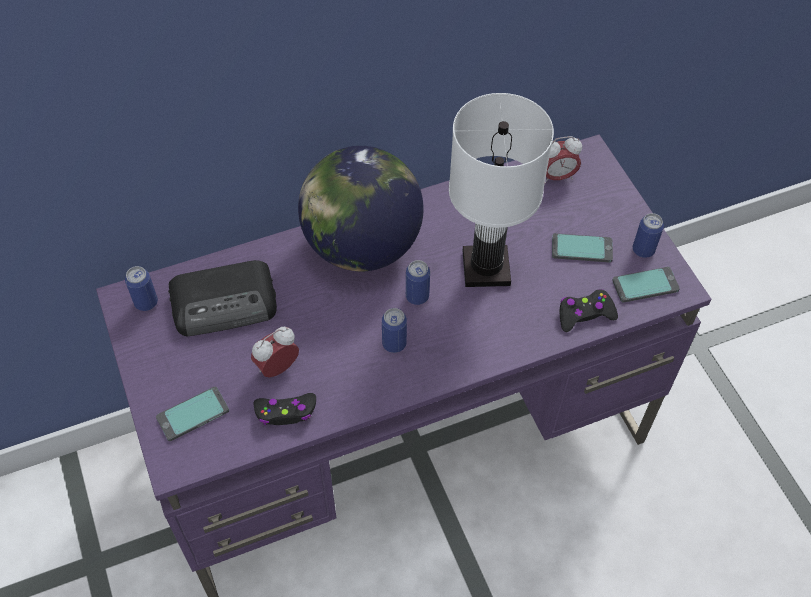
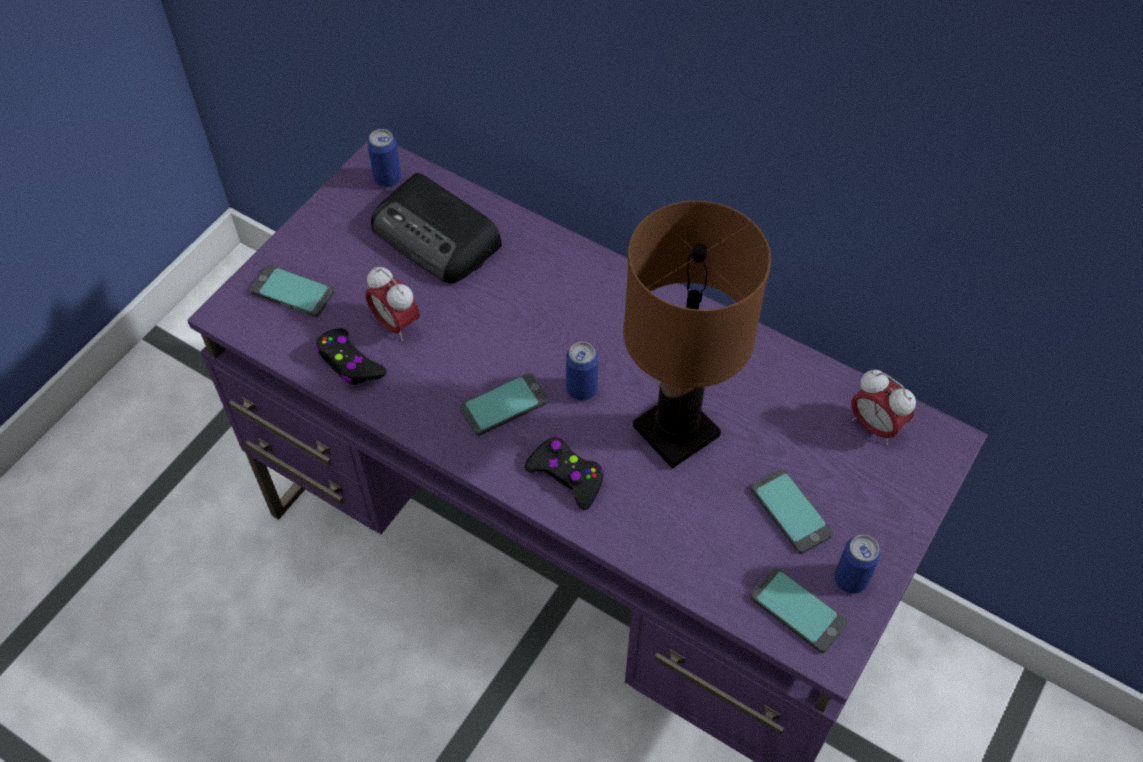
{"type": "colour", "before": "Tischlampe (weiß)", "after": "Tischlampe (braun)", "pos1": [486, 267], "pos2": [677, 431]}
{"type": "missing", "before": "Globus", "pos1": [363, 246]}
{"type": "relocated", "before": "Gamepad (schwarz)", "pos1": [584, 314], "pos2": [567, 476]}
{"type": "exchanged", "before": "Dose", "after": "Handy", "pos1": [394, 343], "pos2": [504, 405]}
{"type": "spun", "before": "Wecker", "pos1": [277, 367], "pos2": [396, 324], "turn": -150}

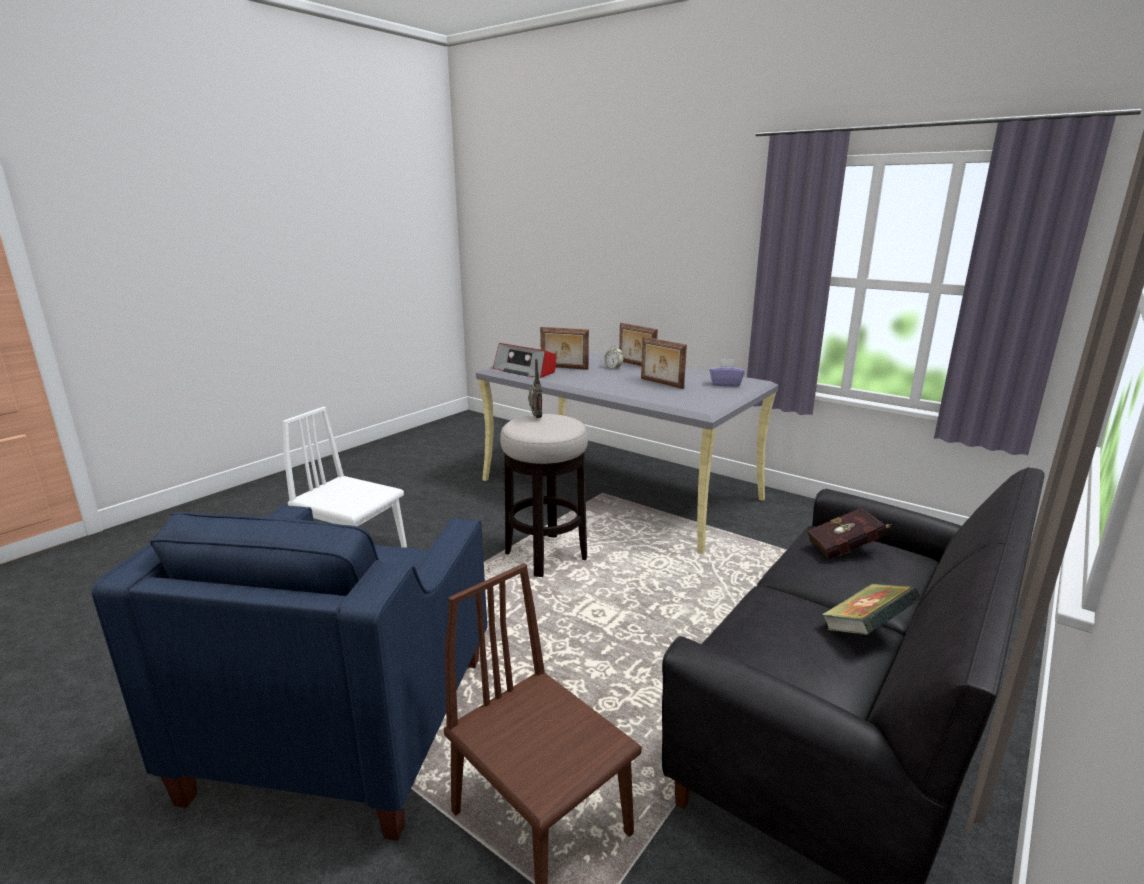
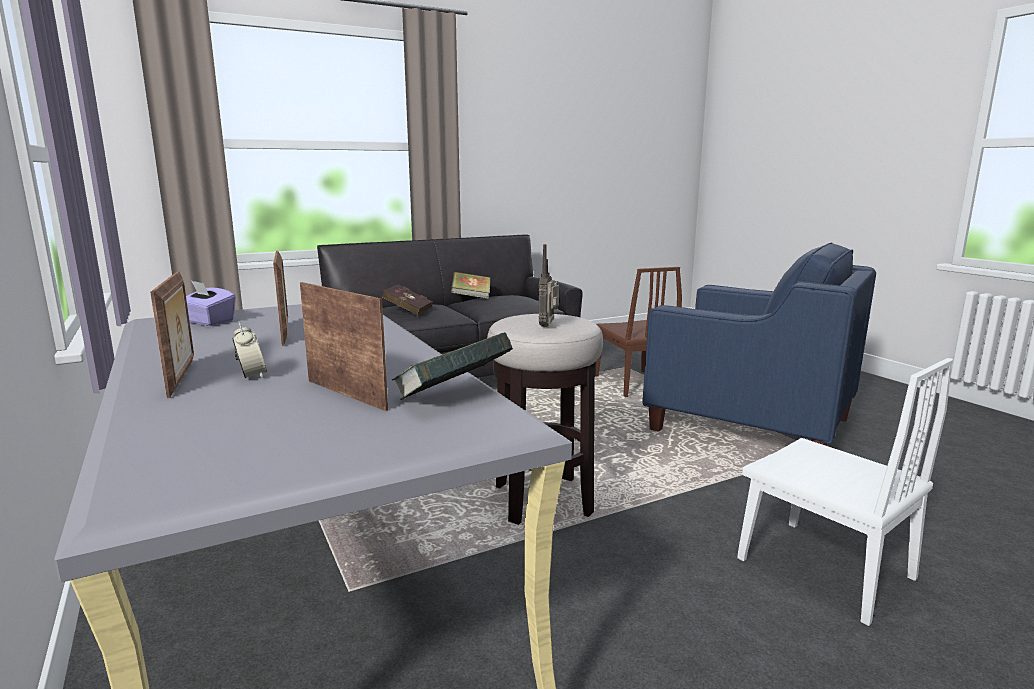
{"type": "exchanged", "before": "Radio", "after": "Buch", "pos1": [525, 371], "pos2": [452, 398]}
{"type": "spun", "before": "Sessel (blau)", "pos1": [346, 723], "pos2": [750, 425], "turn": 90}

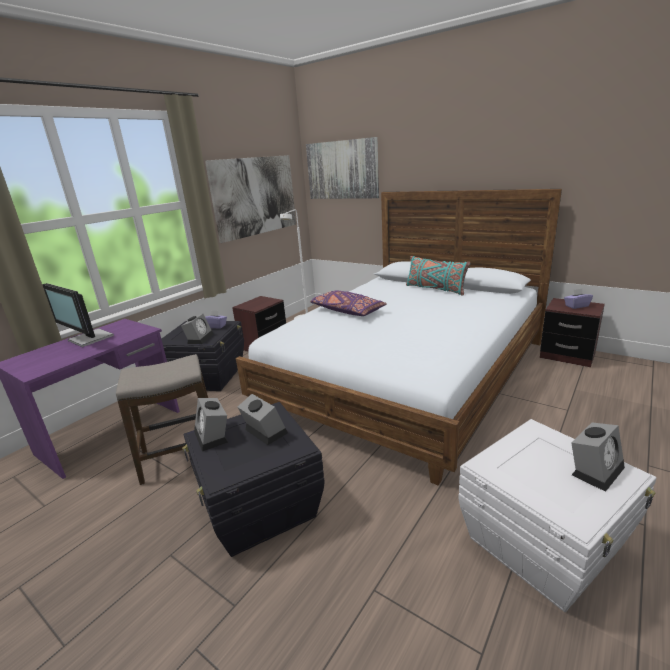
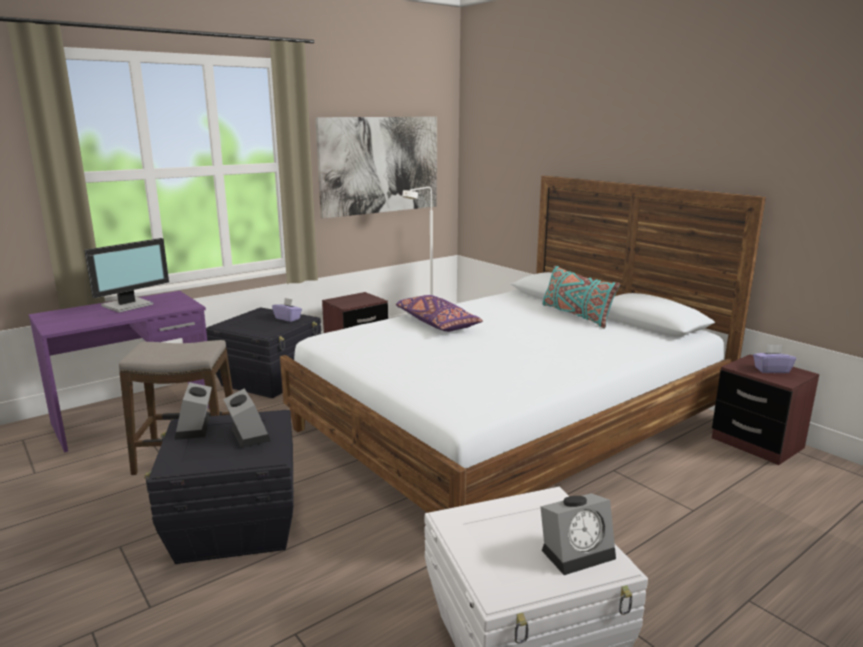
{"type": "missing", "before": "Bild", "pos1": [342, 170]}
{"type": "spun", "before": "Monitor", "pos1": [89, 339], "pos2": [129, 305], "turn": -105}
{"type": "missing", "before": "Wecker", "pos1": [199, 338]}

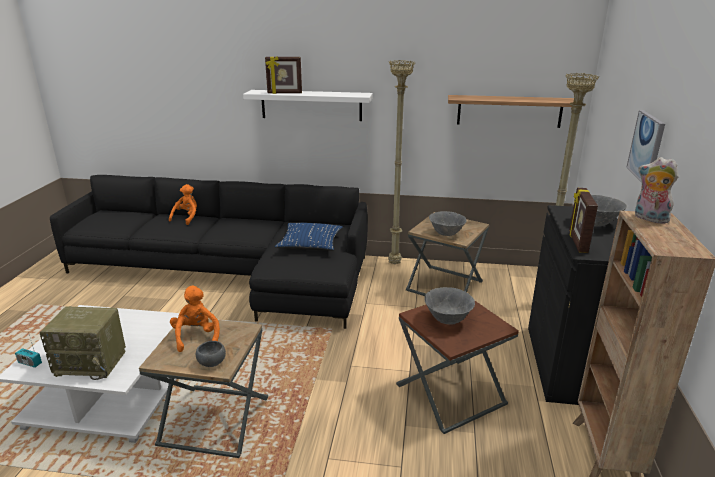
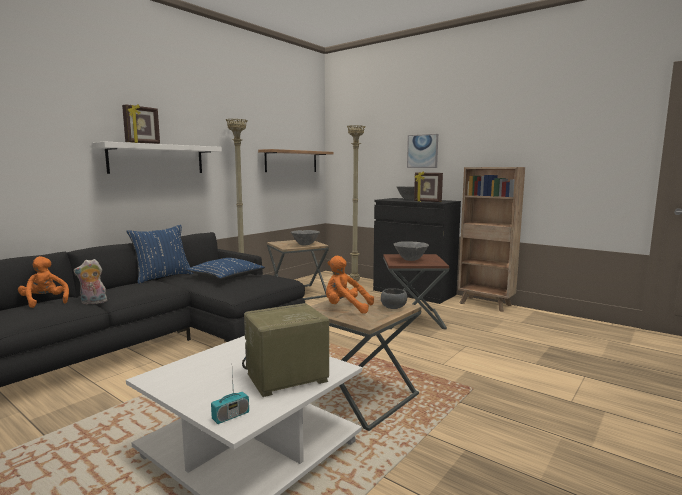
{"type": "relocated", "before": "Plüschtier", "pos1": [649, 219], "pos2": [93, 302]}
{"type": "spun", "before": "Radio", "pos1": [92, 362], "pos2": [285, 378], "turn": -150}
{"type": "appeared", "after": "Kissen (blau)", "pos2": [162, 277]}

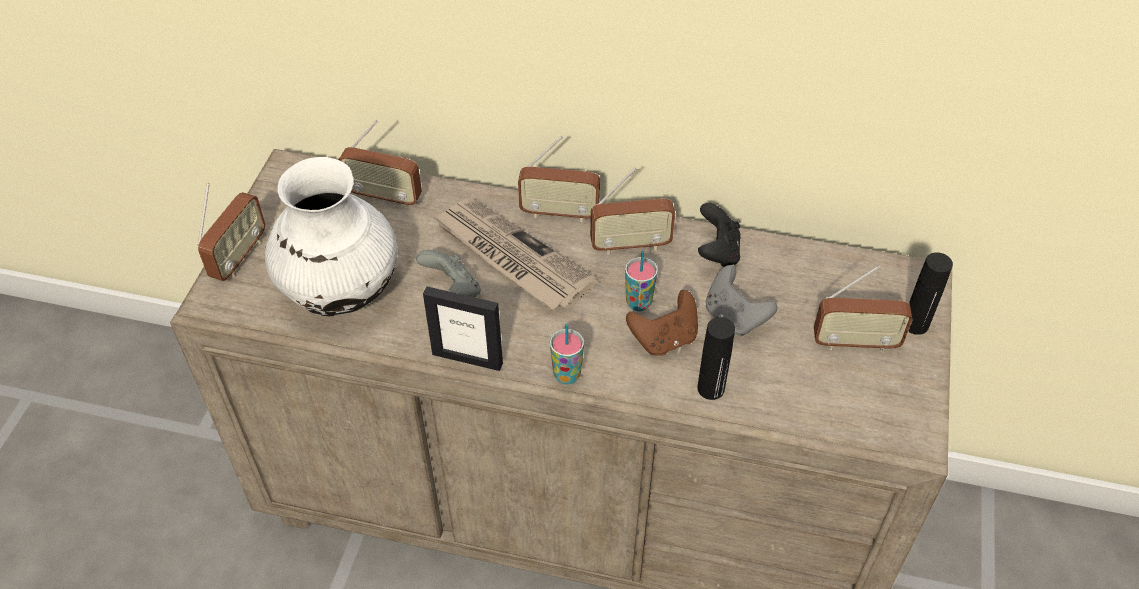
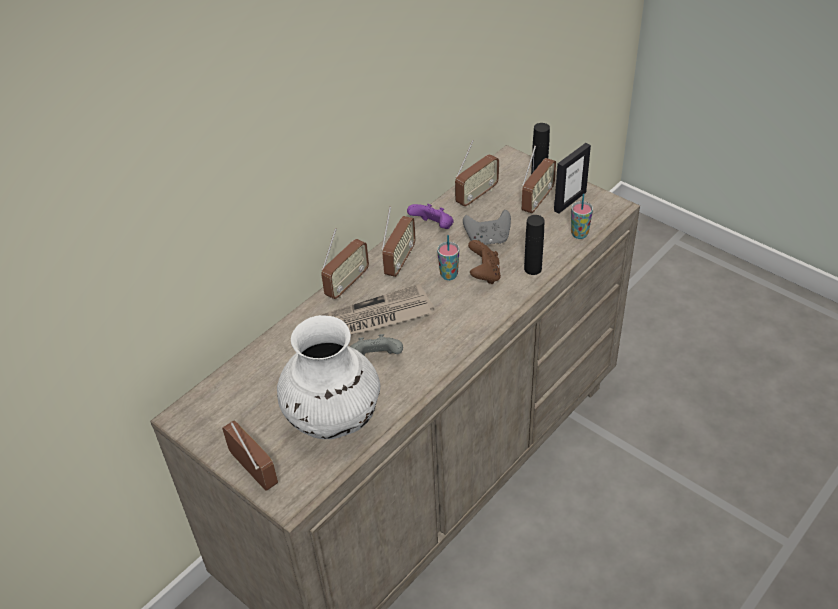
{"type": "relocated", "before": "Radio", "pos1": [384, 197], "pos2": [476, 196]}
{"type": "colour", "before": "Gamepad (schwarz)", "after": "Gamepad (lila)", "pos1": [717, 252], "pos2": [433, 227]}
{"type": "relocated", "before": "Bilderrahmen", "pos1": [467, 358], "pos2": [569, 201]}
{"type": "relocated", "before": "Tasse", "pos1": [567, 375], "pos2": [579, 234]}

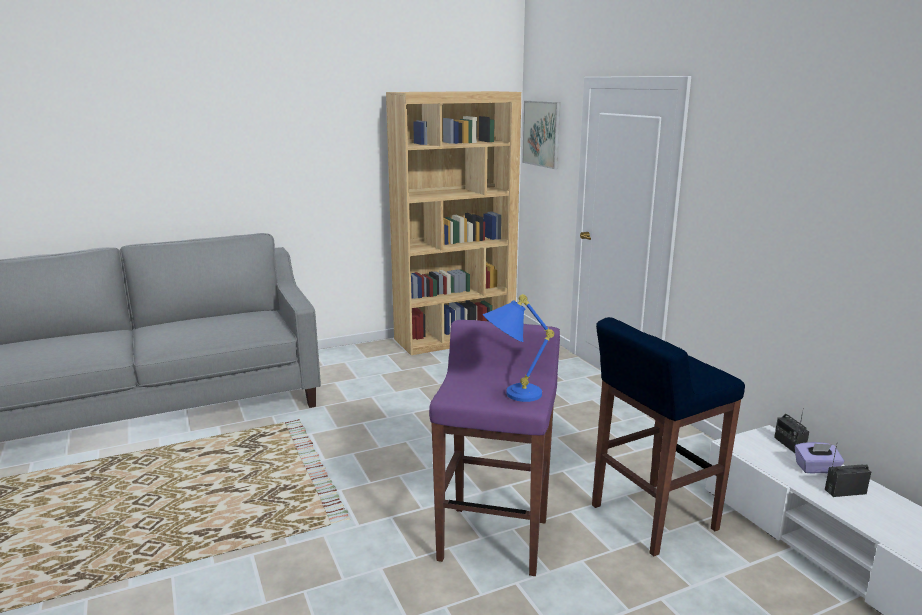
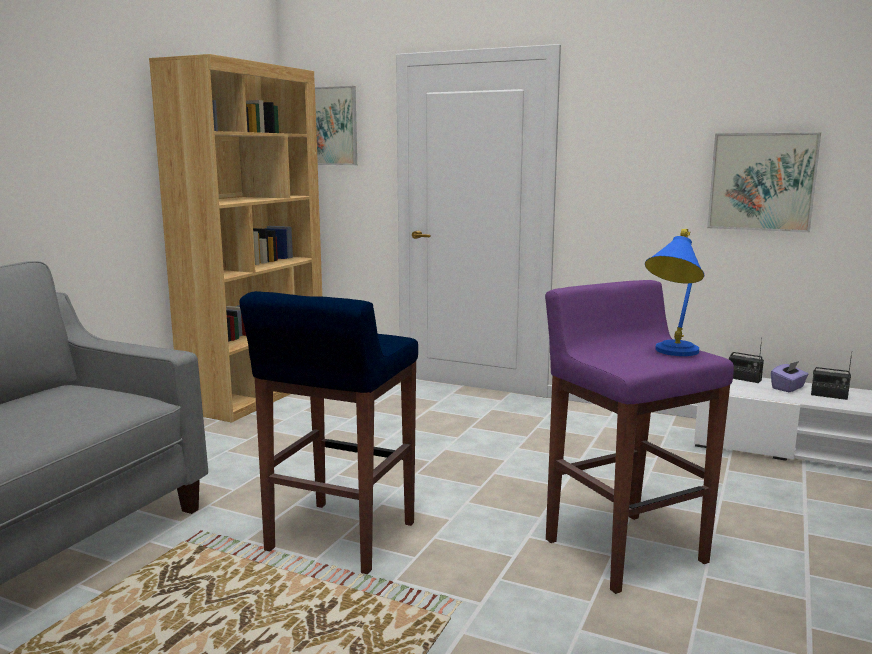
{"type": "relocated", "before": "Hocker (blau)", "pos1": [651, 518], "pos2": [340, 538]}
{"type": "spun", "before": "Radio", "pos1": [845, 491], "pos2": [829, 395], "turn": -105}
{"type": "appeared", "after": "Bild", "pos2": [762, 182]}

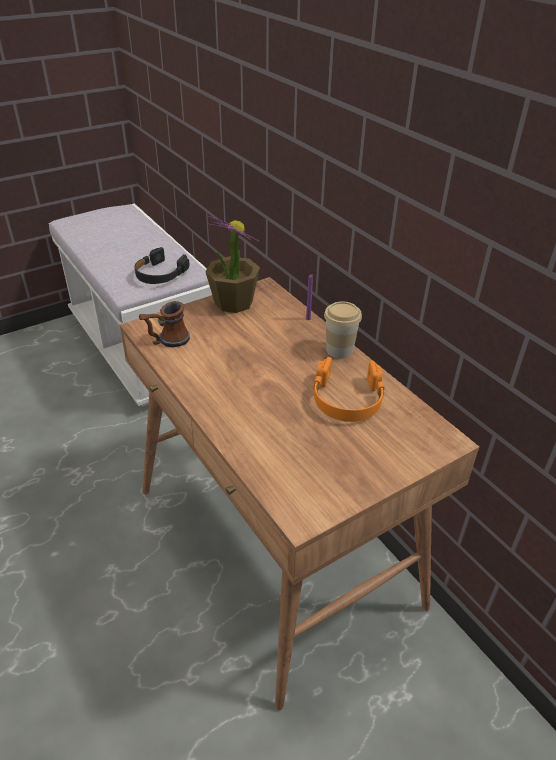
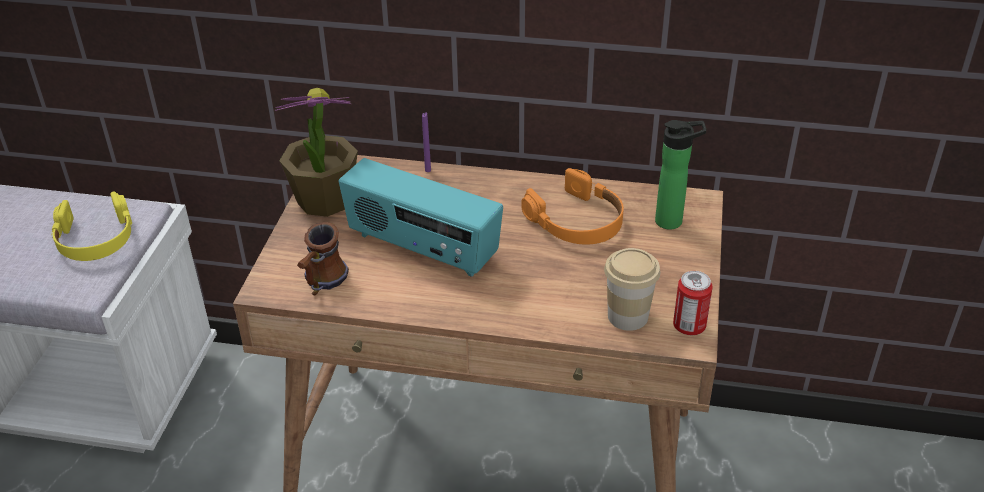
{"type": "colour", "before": "Kopfhörer (schwarz)", "after": "Kopfhörer (gelb)", "pos1": [160, 274], "pos2": [95, 238]}
{"type": "relocated", "before": "Tasse", "pos1": [339, 350], "pos2": [627, 316]}
{"type": "appeared", "after": "Flasche", "pos2": [673, 221]}
{"type": "appeared", "after": "Radio", "pos2": [422, 249]}
{"type": "appeared", "after": "Dose", "pos2": [689, 326]}

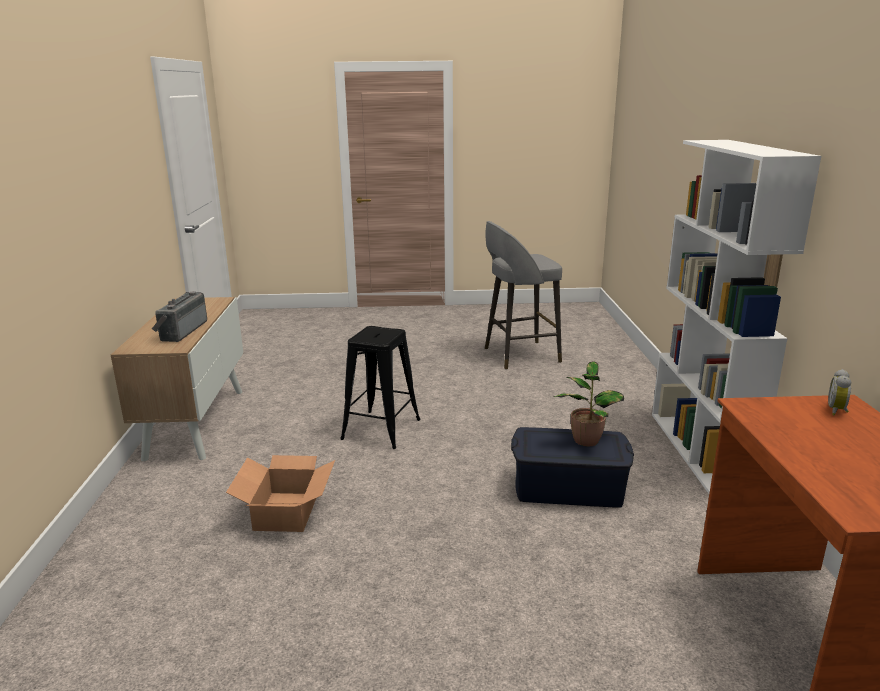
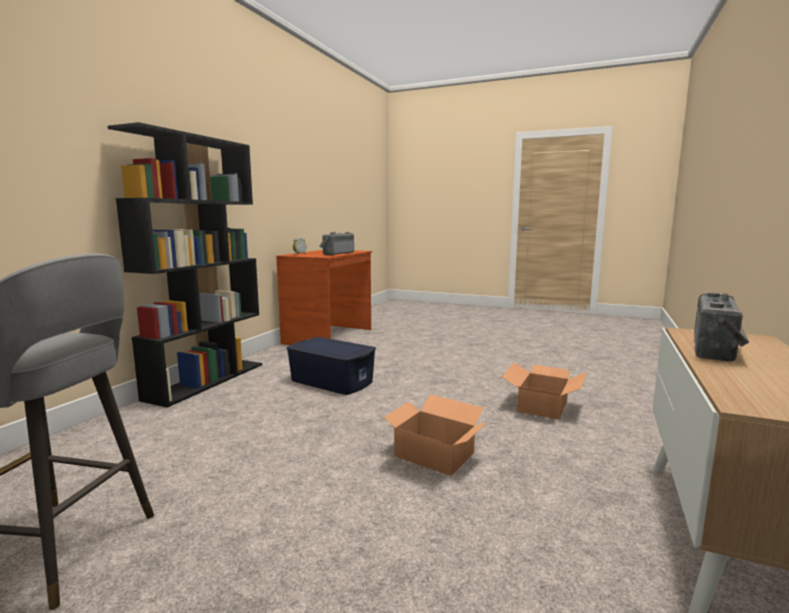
{"type": "colour", "before": "Bücherregal (weiß)", "after": "Bücherregal (schwarz)", "pos1": [700, 450], "pos2": [207, 380]}
{"type": "exchanged", "before": "Hocker (schwarz)", "after": "Karton", "pos1": [381, 429], "pos2": [434, 455]}
{"type": "missing", "before": "Topfpflanze", "pos1": [586, 439]}
{"type": "appeared", "after": "Radio", "pos2": [337, 253]}

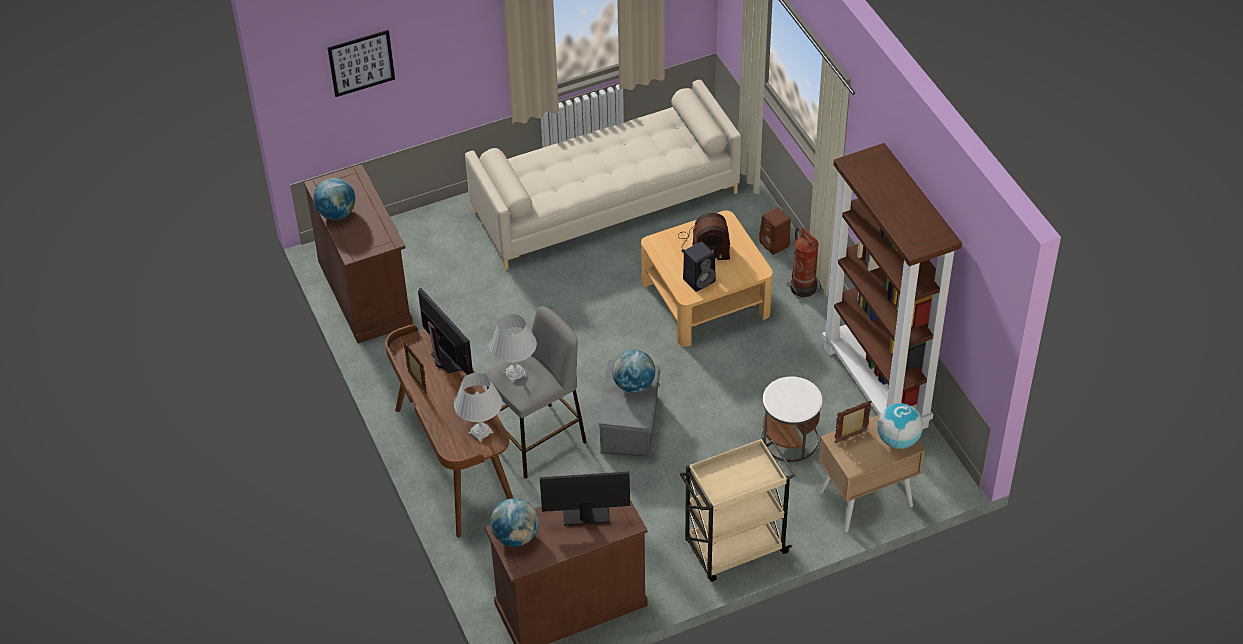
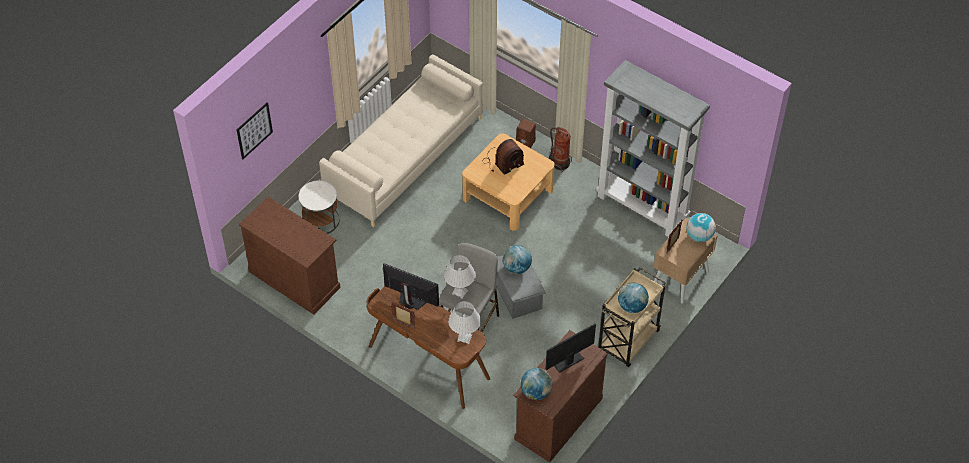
{"type": "colour", "before": "Bücherregal (braun)", "after": "Bücherregal (grau)", "pos1": [877, 387], "pos2": [643, 208]}
{"type": "relocated", "before": "Globus", "pos1": [336, 213], "pos2": [632, 306]}
{"type": "missing", "before": "Lautsprecher (schwarz)", "pos1": [699, 280]}
{"type": "relocated", "before": "Beistelltisch (weiß)", "pos1": [789, 439], "pos2": [321, 220]}

